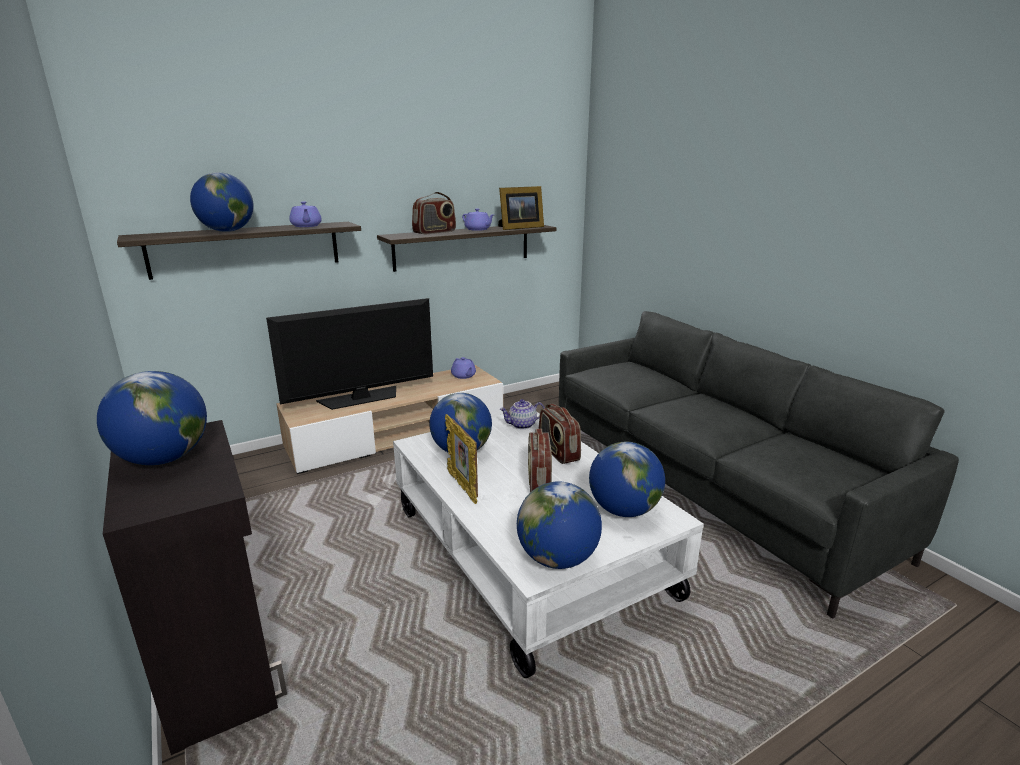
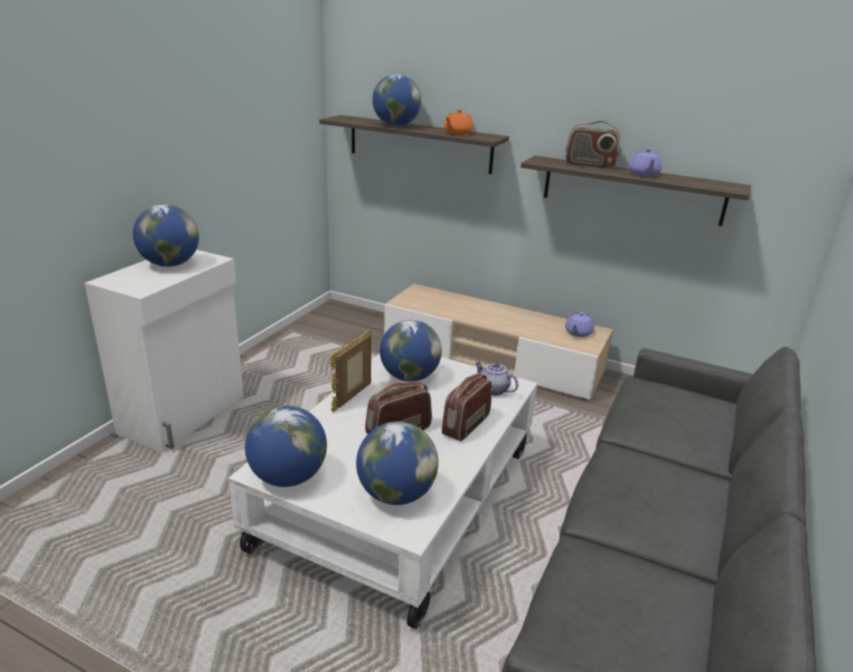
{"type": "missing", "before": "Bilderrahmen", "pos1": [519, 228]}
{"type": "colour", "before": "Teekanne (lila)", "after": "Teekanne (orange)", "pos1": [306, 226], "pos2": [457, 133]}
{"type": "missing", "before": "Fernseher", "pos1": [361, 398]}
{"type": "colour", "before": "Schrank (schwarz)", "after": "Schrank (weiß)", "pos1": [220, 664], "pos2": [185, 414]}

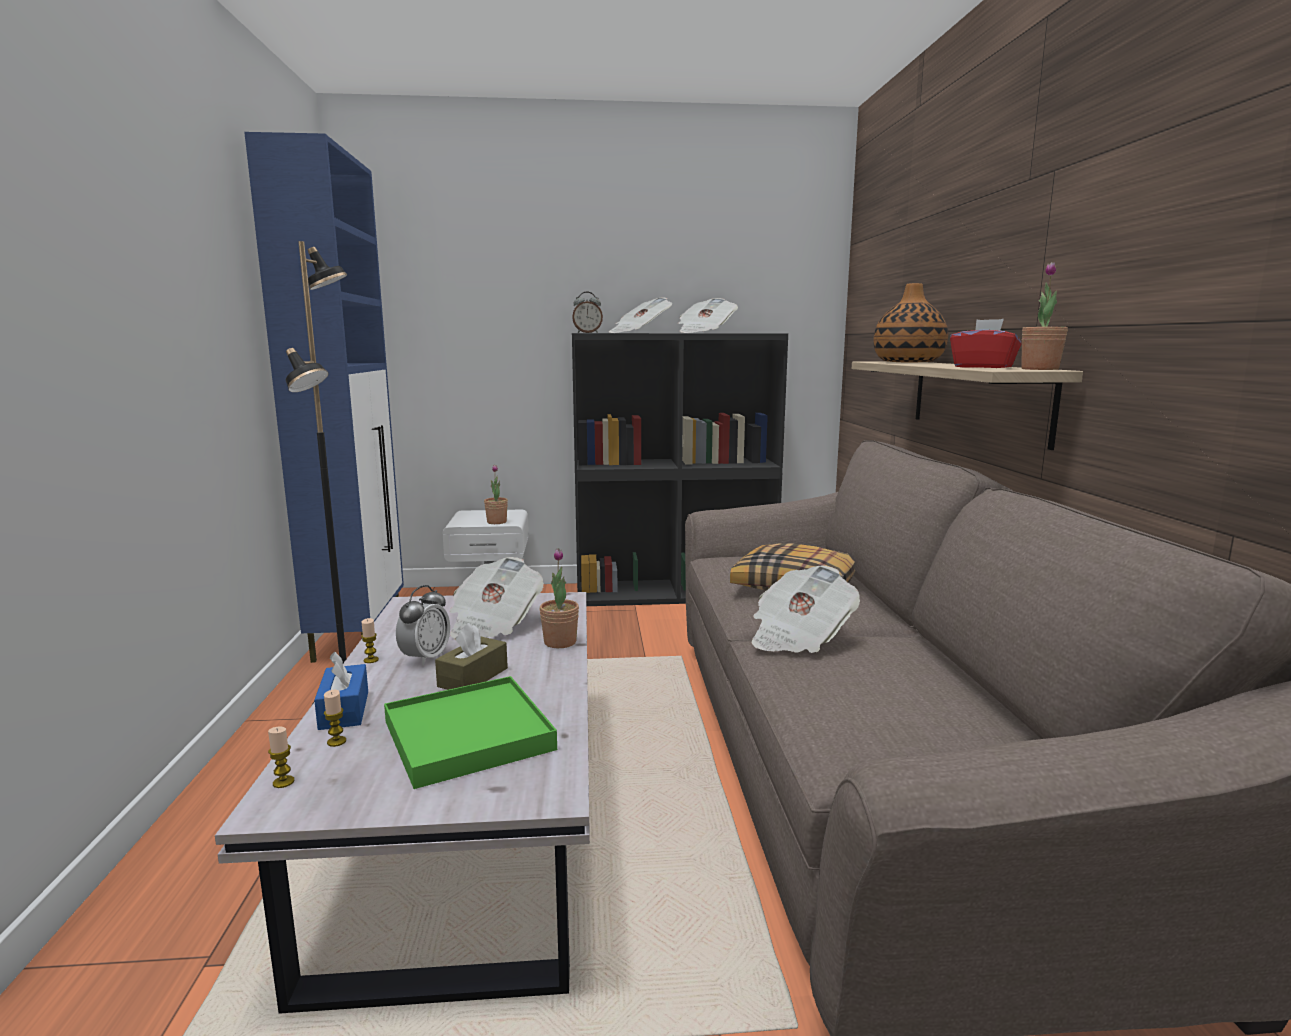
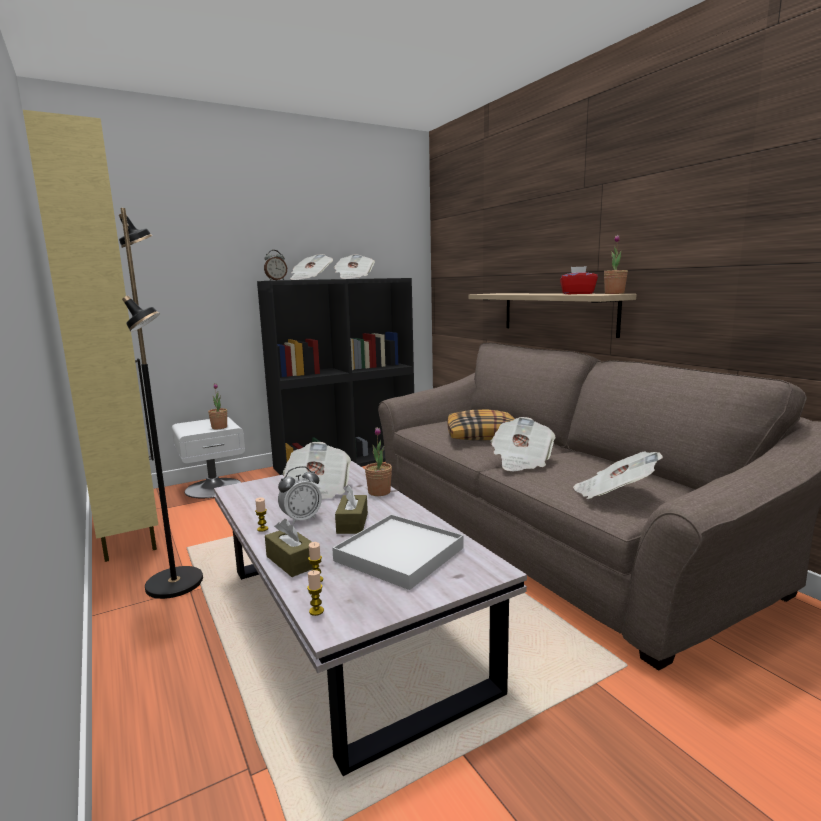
{"type": "colour", "before": "Schrank (blau)", "after": "Schrank (beige)", "pos1": [360, 635], "pos2": [128, 533]}
{"type": "missing", "before": "Vase", "pos1": [908, 362]}
{"type": "spun", "before": "Wecker", "pos1": [425, 658], "pos2": [301, 519], "turn": 60}
{"type": "colour", "before": "Taschentuchbox (blau)", "after": "Taschentuchbox (braun)", "pos1": [344, 710], "pos2": [291, 561]}
{"type": "colour", "before": "Tablett (grün)", "after": "Tablett (weiß)", "pos1": [468, 736], "pos2": [399, 554]}
{"type": "appeared", "after": "Zeitung", "pos2": [613, 494]}

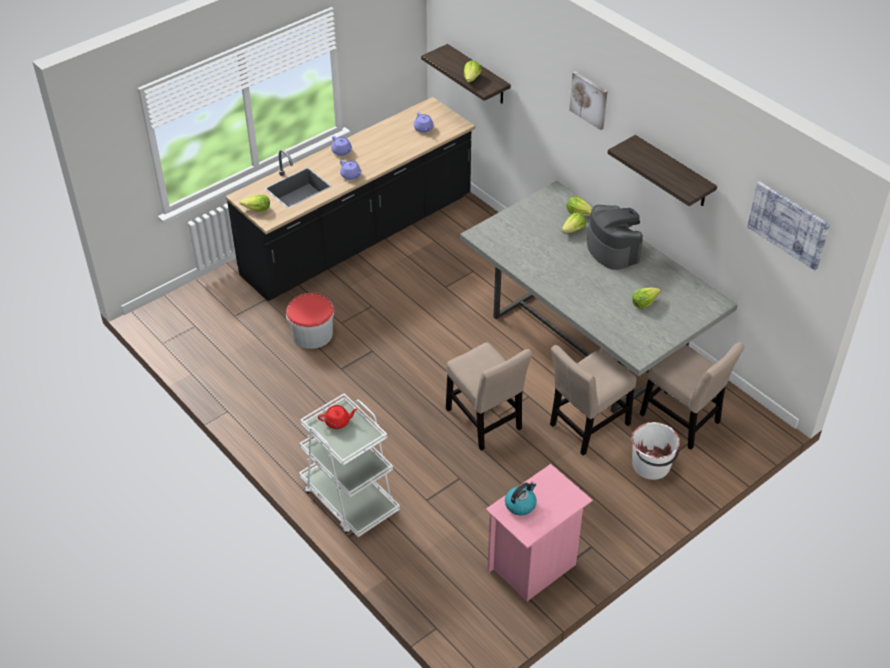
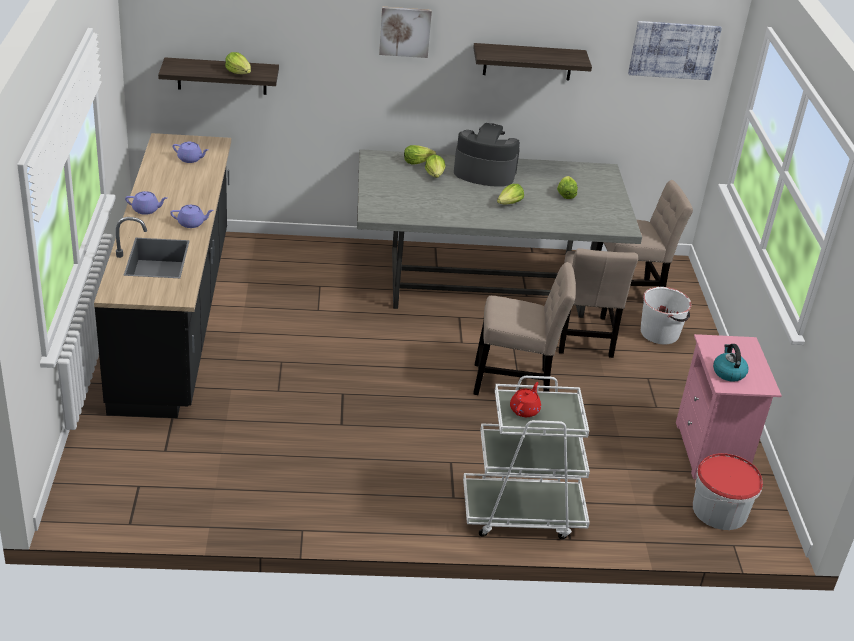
{"type": "relocated", "before": "Salatkopf", "pos1": [257, 209], "pos2": [509, 203]}
{"type": "relocated", "before": "Eimer", "pos1": [312, 334], "pos2": [720, 510]}

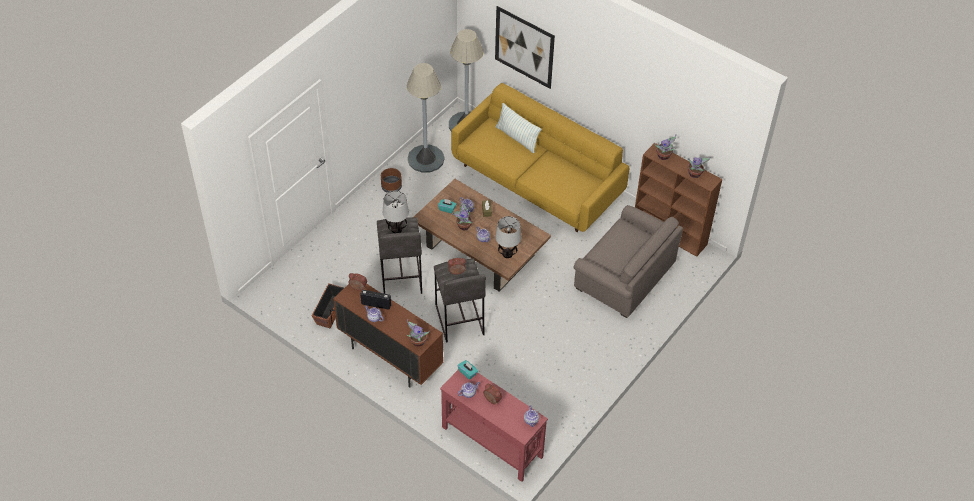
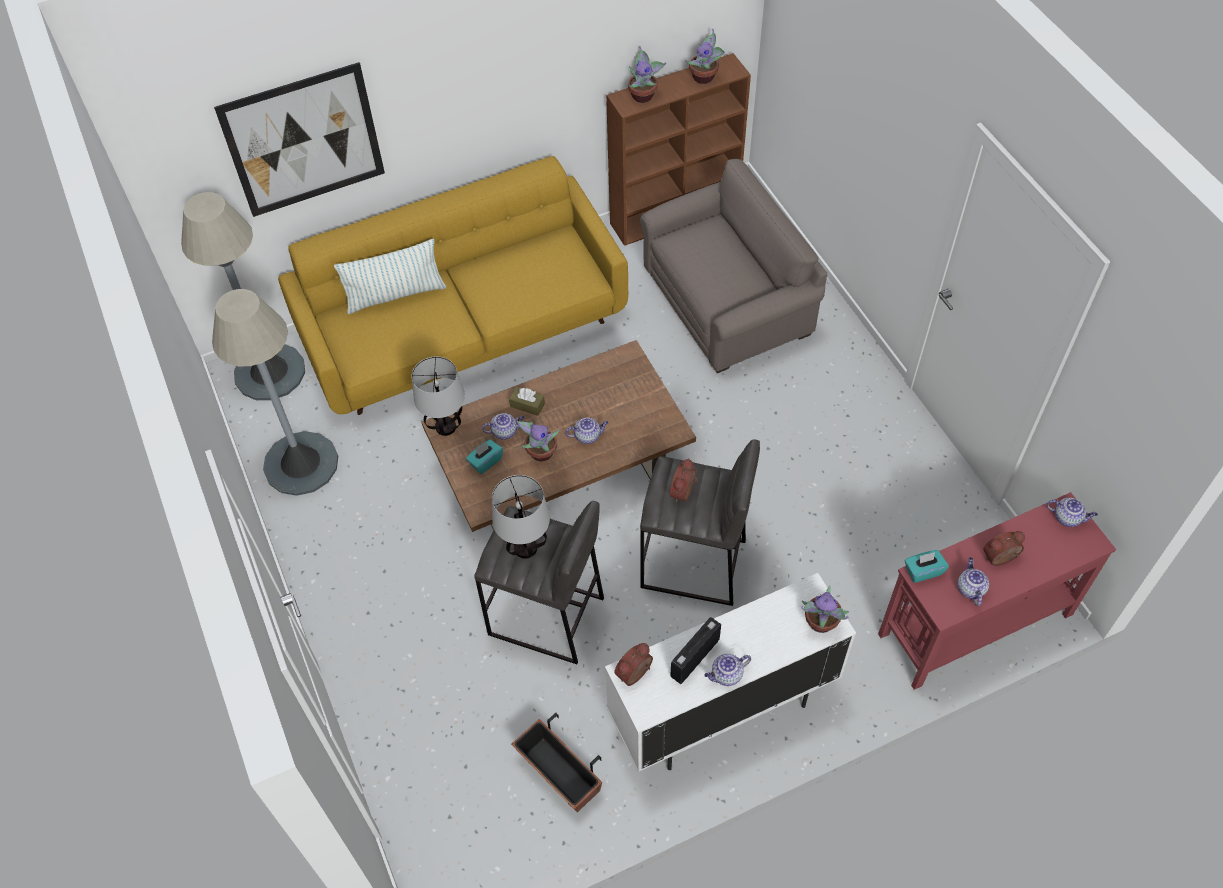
{"type": "missing", "before": "Pflanzkübel (braun)", "pos1": [391, 187]}
{"type": "relocated", "before": "Tischlampe", "pos1": [507, 254], "pos2": [446, 427]}
{"type": "colour", "before": "Schrank (braun)", "after": "Schrank (weiß)", "pos1": [390, 358], "pos2": [722, 712]}

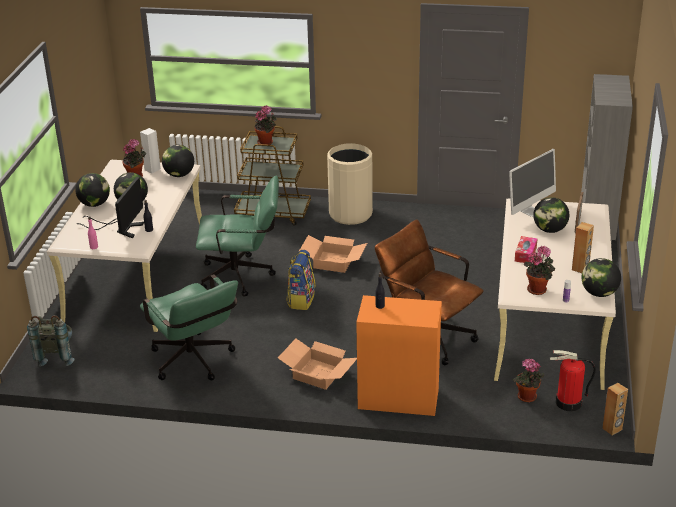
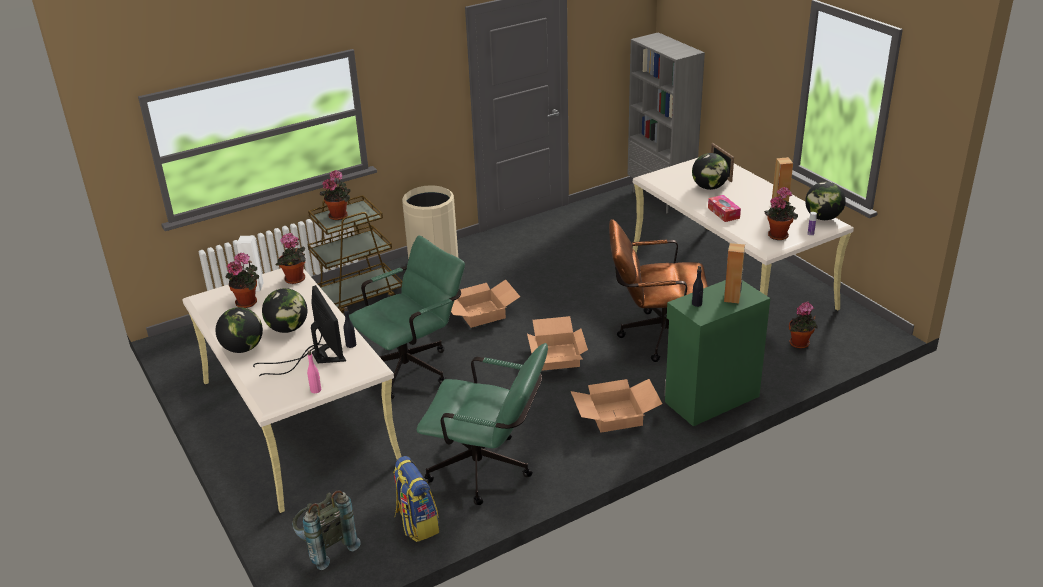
{"type": "exchanged", "before": "Globus", "after": "Topfpflanze", "pos1": [179, 175], "pos2": [295, 280]}
{"type": "missing", "before": "Monitor", "pos1": [530, 211]}
{"type": "relocated", "before": "Rucksack", "pos1": [301, 300], "pos2": [416, 523]}
{"type": "colour", "before": "Schrank (orange)", "after": "Schrank (grün)", "pos1": [398, 398], "pos2": [710, 398]}
{"type": "missing", "before": "Feuerlöscher", "pos1": [568, 403]}
{"type": "relocated", "before": "Lautsprecher (braun)", "pos1": [612, 429], "pos2": [732, 298]}
{"type": "appeared", "after": "Karton", "pos2": [558, 357]}

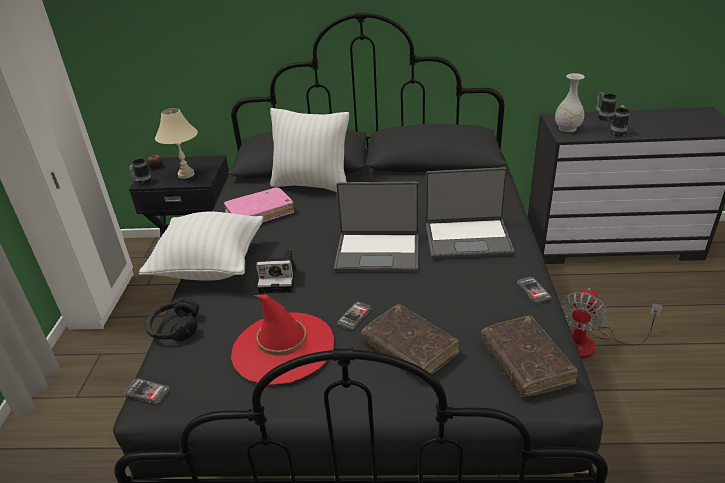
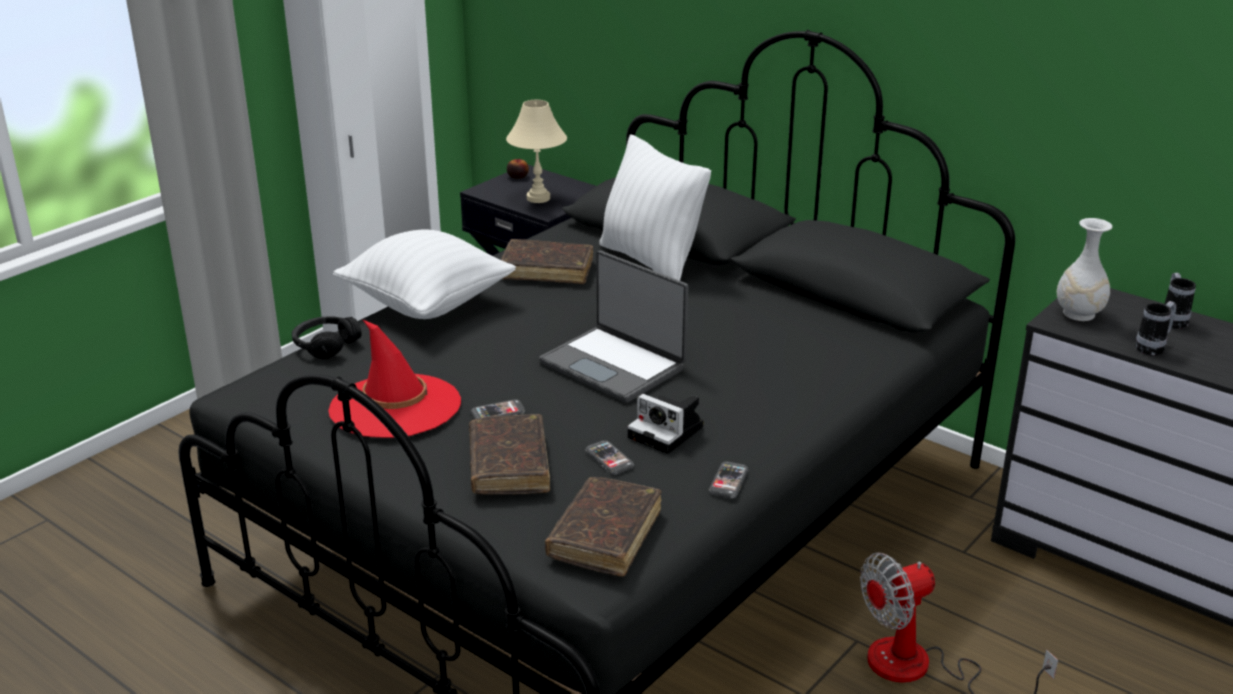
{"type": "missing", "before": "Henkelbecher", "pos1": [142, 183]}
{"type": "missing", "before": "Laptop", "pos1": [467, 239]}
{"type": "colour", "before": "Buch (rosa)", "after": "Buch (braun)", "pos1": [260, 213], "pos2": [547, 270]}
{"type": "relocated", "before": "Kamera", "pos1": [280, 279], "pos2": [668, 432]}
{"type": "relocated", "before": "Handy", "pos1": [147, 392], "pos2": [609, 459]}

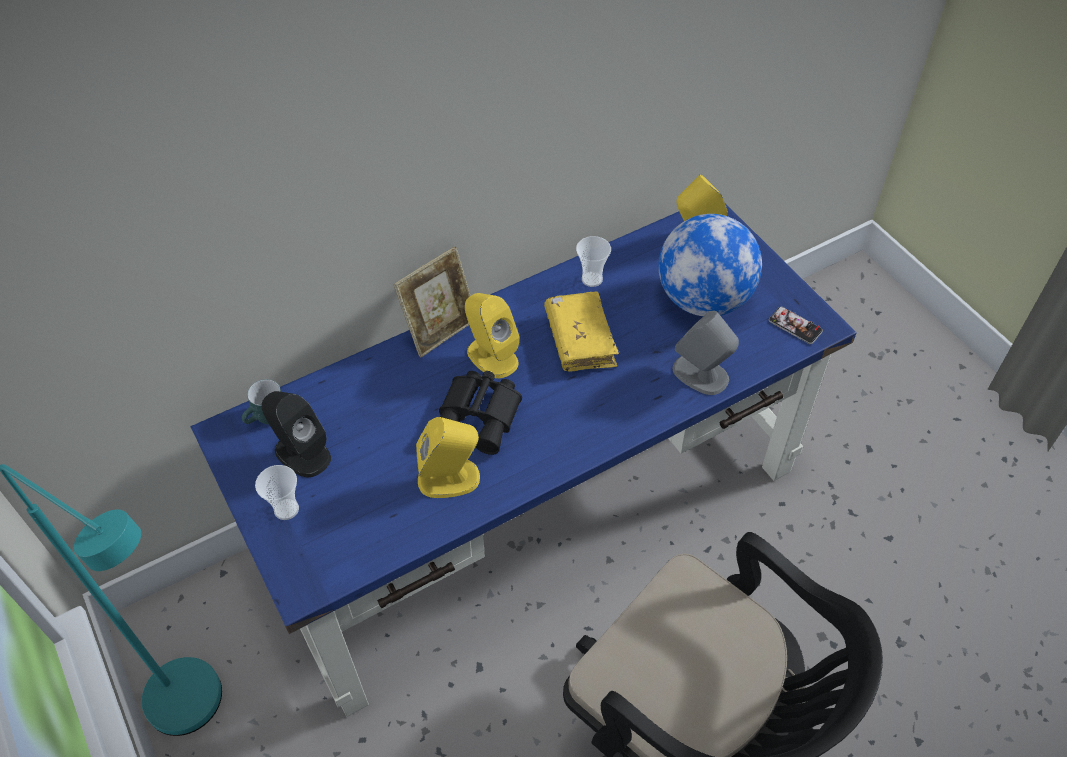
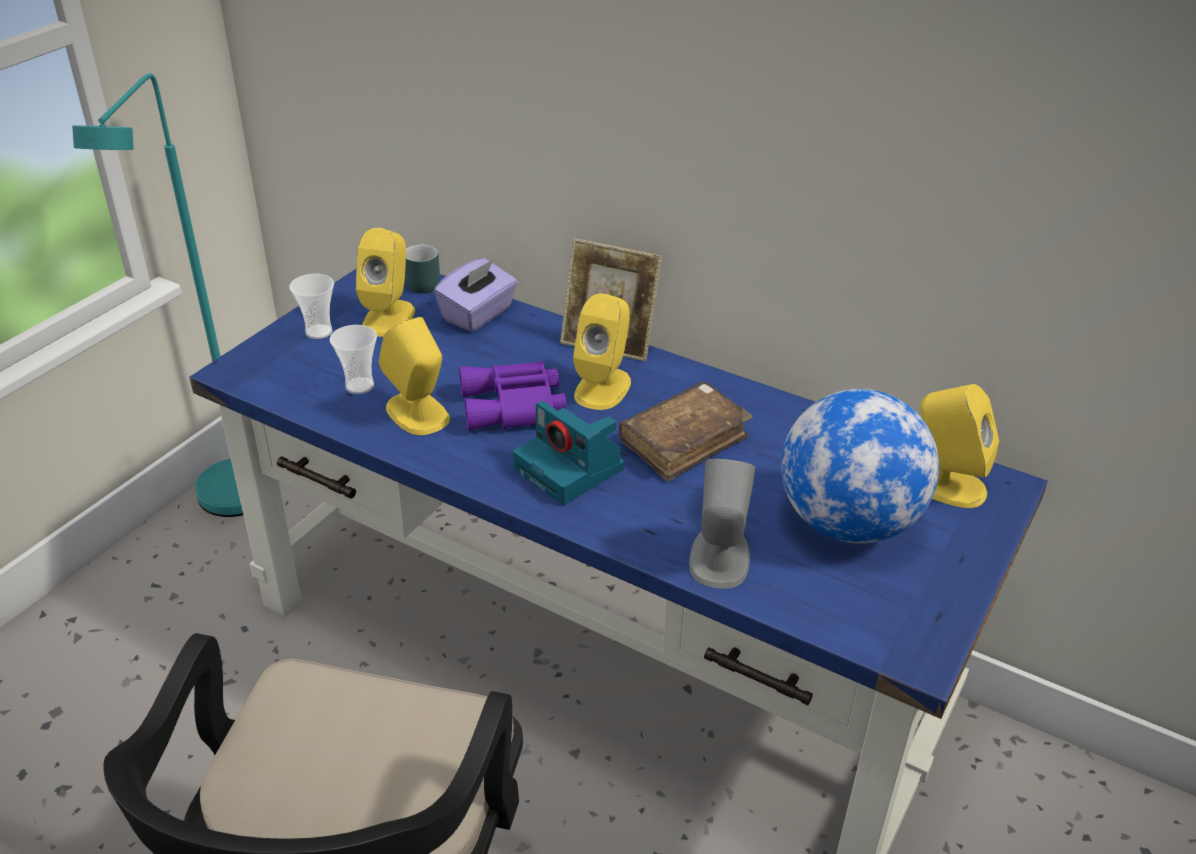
{"type": "relocated", "before": "Tasse", "pos1": [592, 279], "pos2": [359, 386]}
{"type": "colour", "before": "Buch (gelb)", "after": "Buch (braun)", "pos1": [580, 339], "pos2": [684, 441]}
{"type": "missing", "before": "Handy", "pos1": [795, 326]}
{"type": "colour", "before": "Fernglas (schwarz)", "after": "Fernglas (lila)", "pos1": [480, 416], "pos2": [514, 407]}
{"type": "colour", "before": "Lautsprecher (schwarz)", "after": "Lautsprecher (gelb)", "pos1": [302, 453], "pos2": [389, 318]}
{"type": "appeared", "after": "Taschentuchbox (lila)", "pos2": [478, 314]}
{"type": "appeared", "after": "Kamera", "pos2": [571, 469]}

